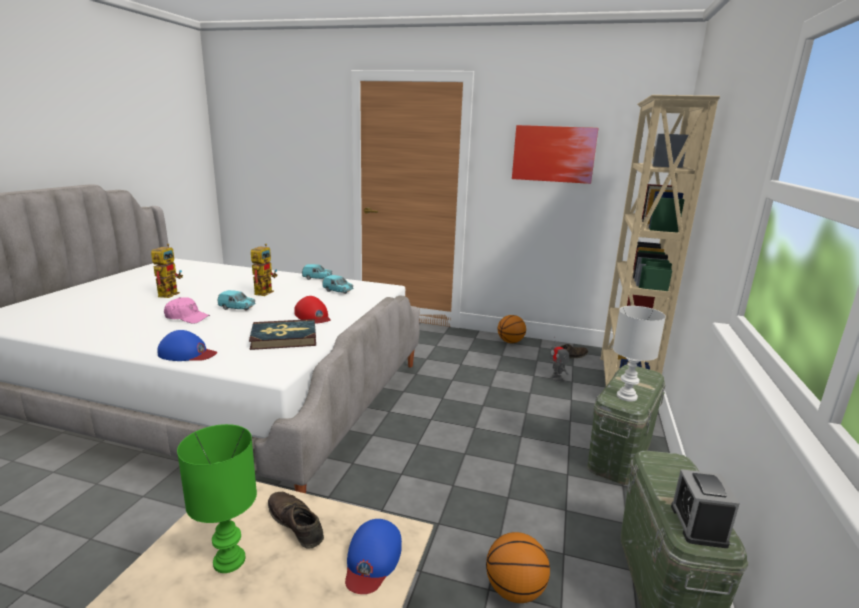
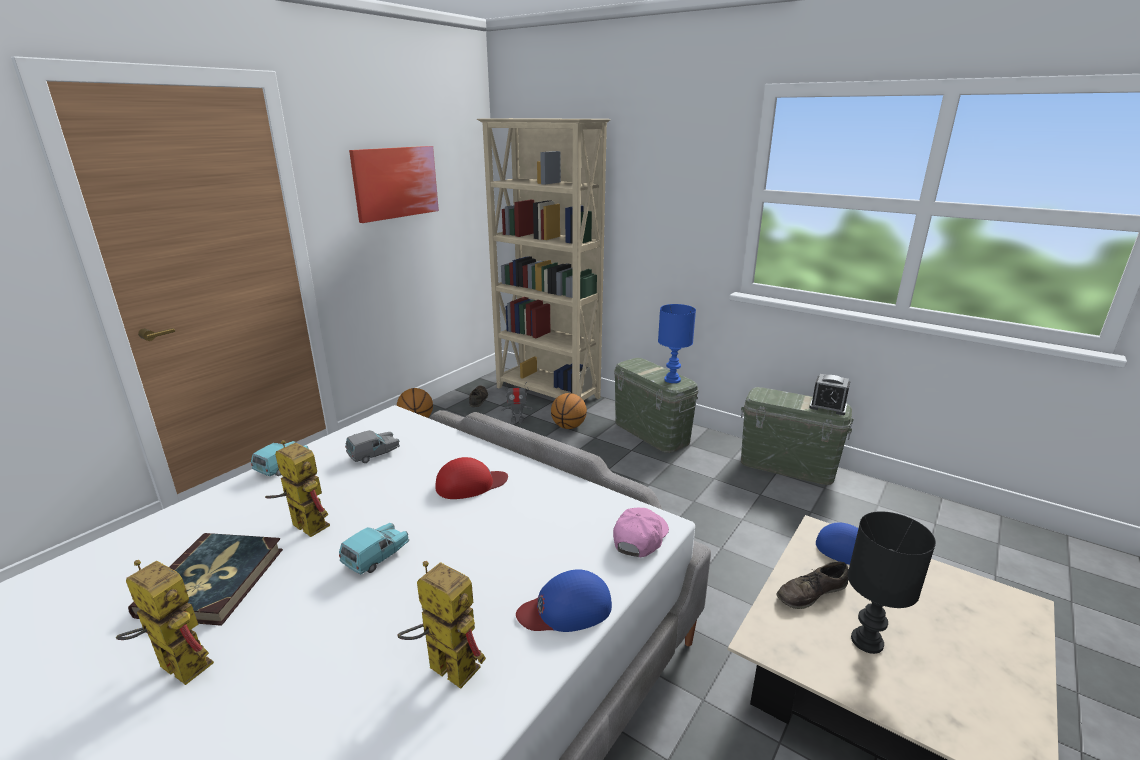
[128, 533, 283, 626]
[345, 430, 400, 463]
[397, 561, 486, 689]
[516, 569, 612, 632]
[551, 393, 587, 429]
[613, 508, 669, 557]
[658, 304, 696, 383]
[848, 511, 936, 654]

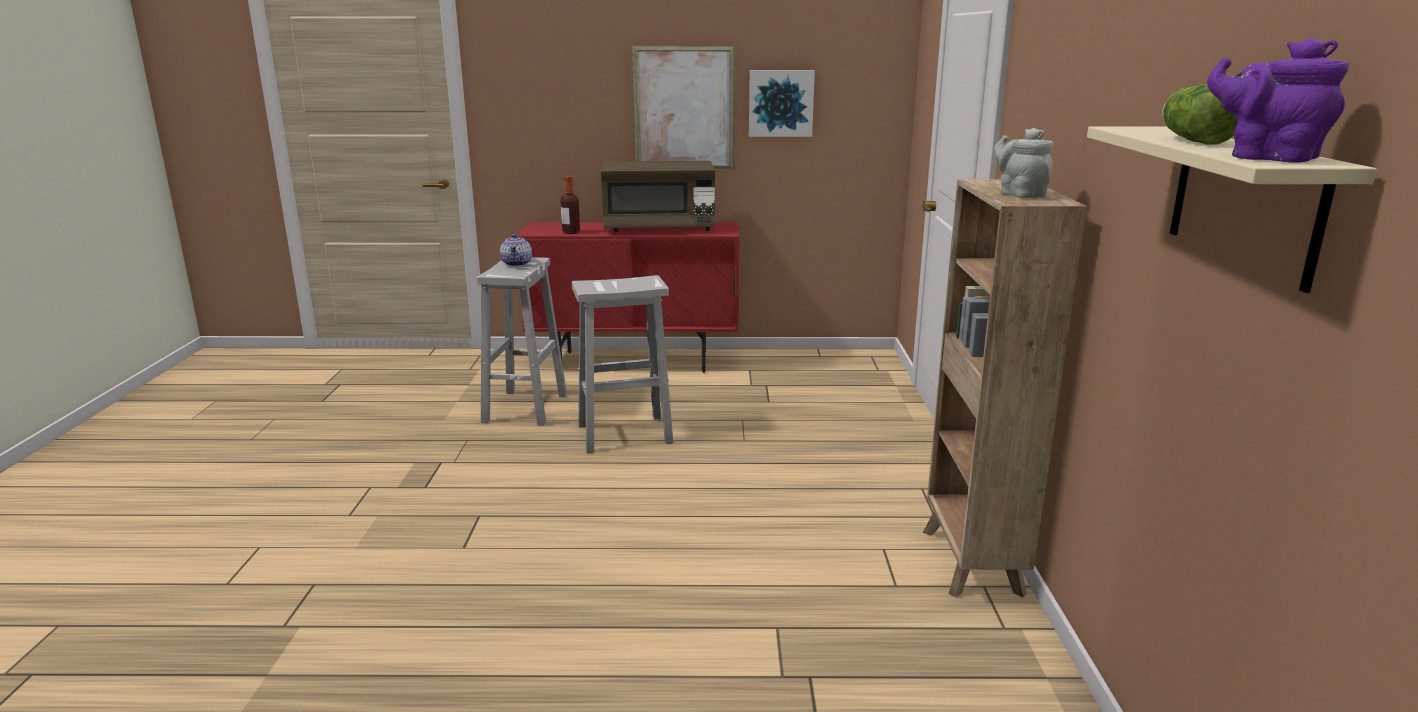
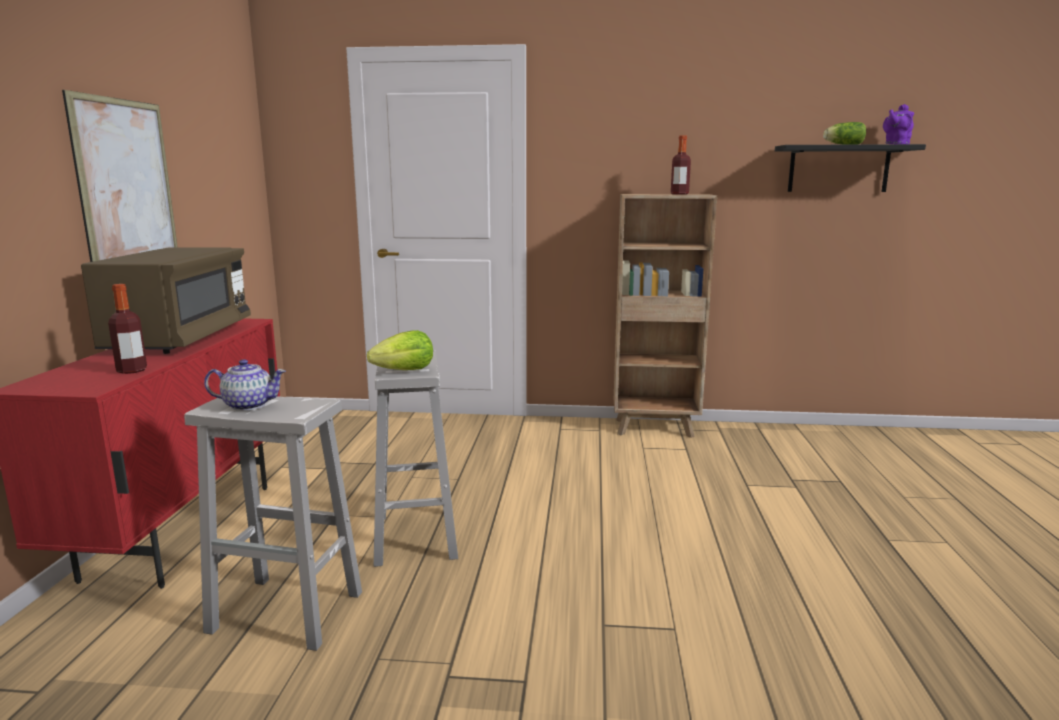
[367, 330, 433, 370]
[671, 135, 691, 195]
[775, 144, 926, 192]
[749, 70, 815, 137] (first image)

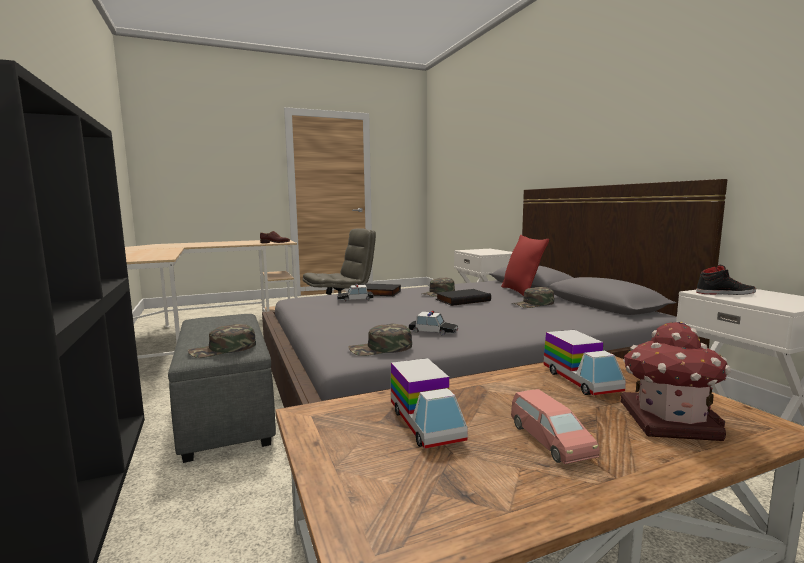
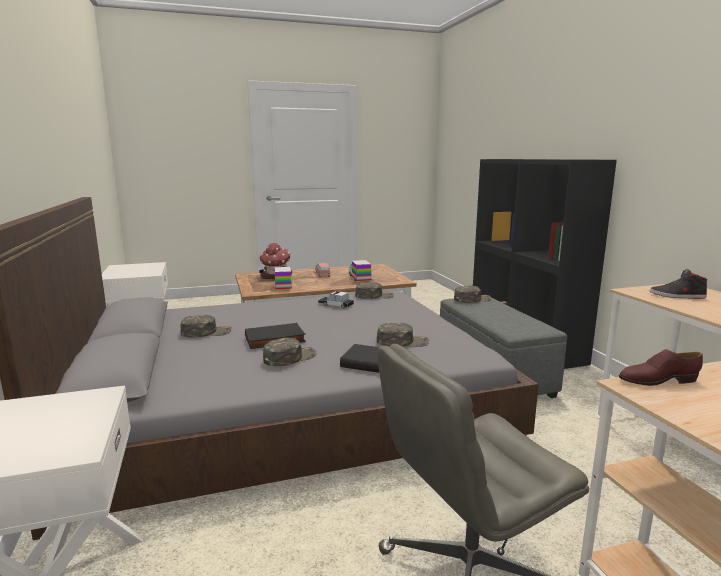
[377, 323, 429, 347]
[650, 269, 707, 299]
[501, 235, 549, 296] (first image)

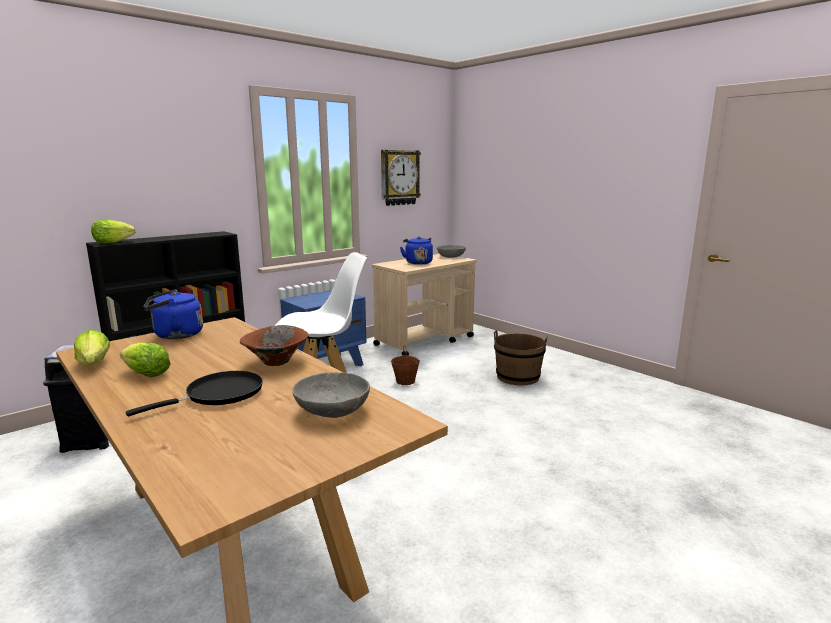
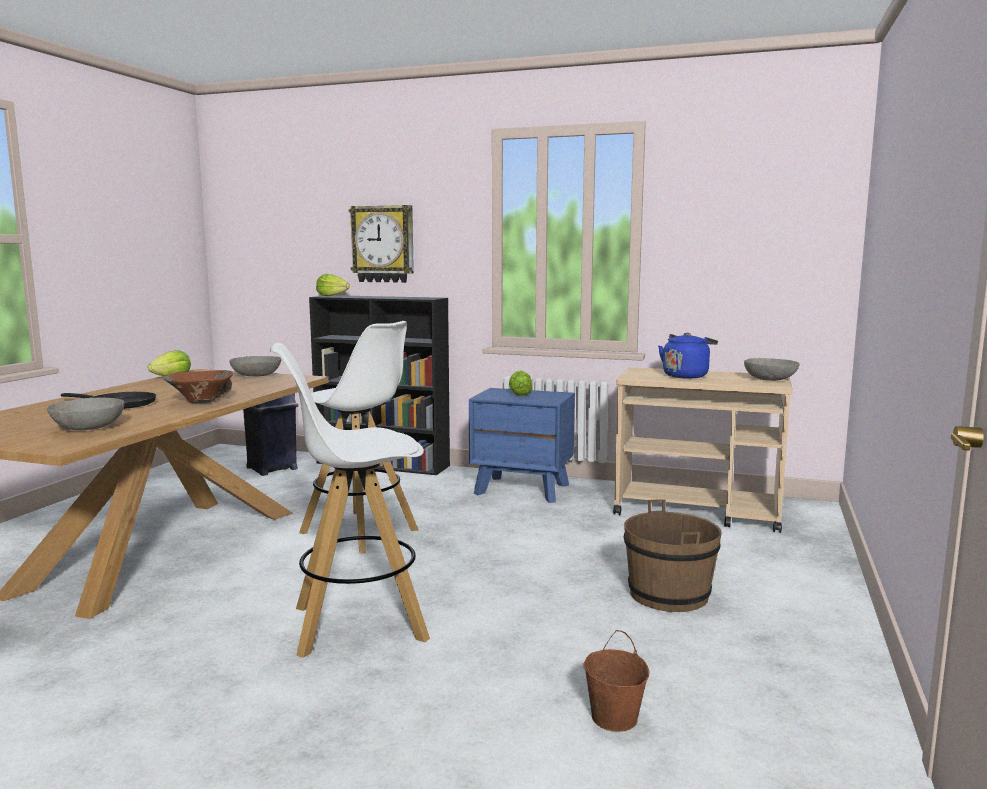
[229, 356, 281, 377]
[270, 343, 430, 658]
[349, 205, 414, 283]
[509, 370, 532, 396]
[583, 630, 650, 732]

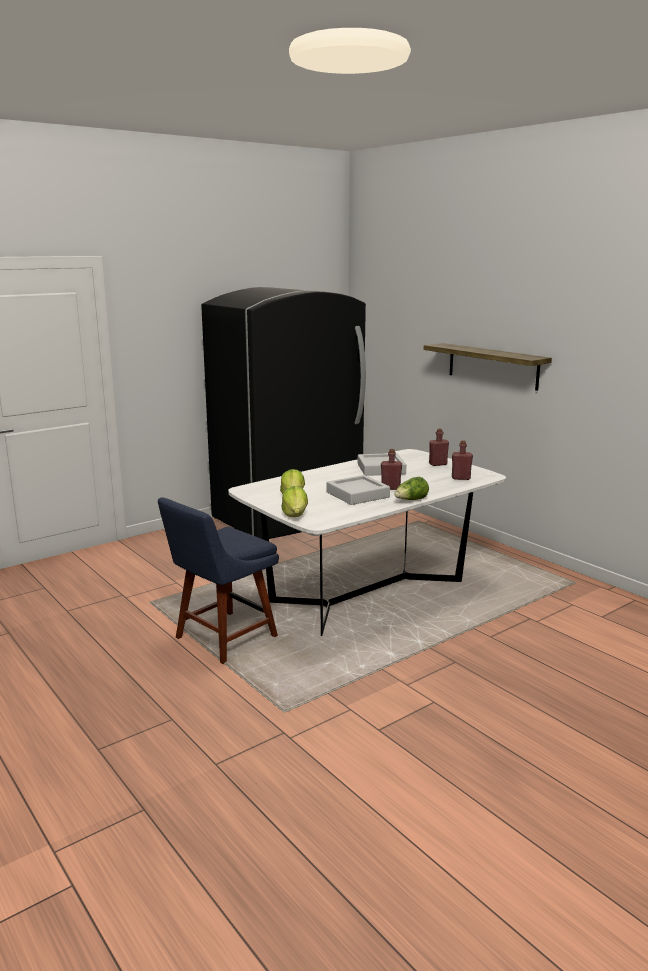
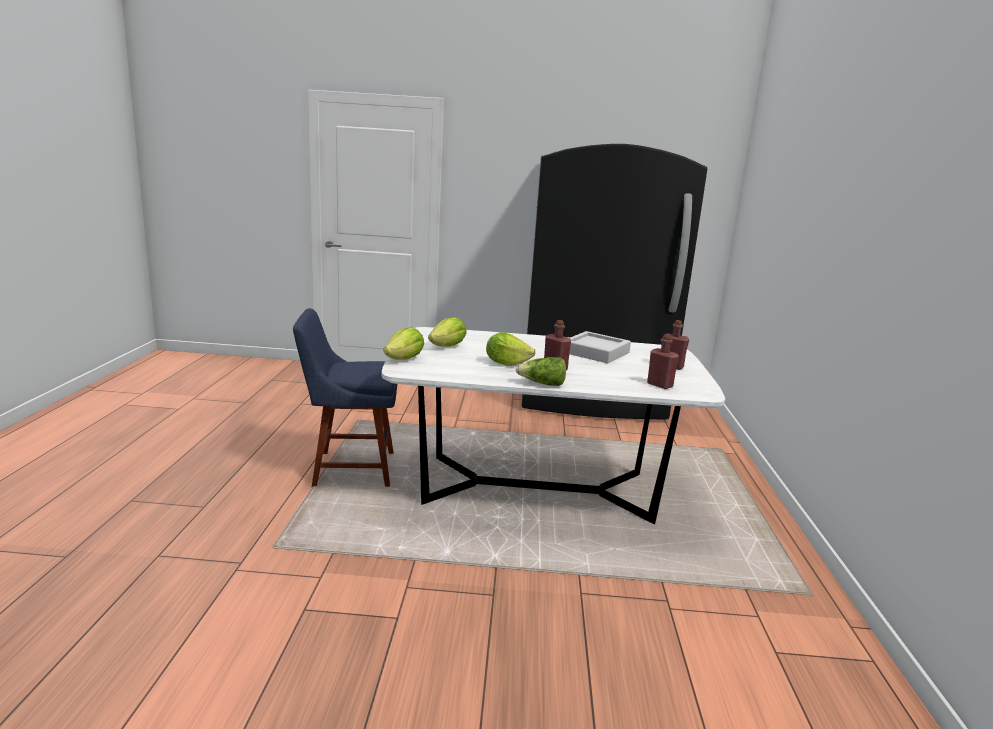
[486, 332, 536, 366]
[424, 343, 552, 391] (first image)

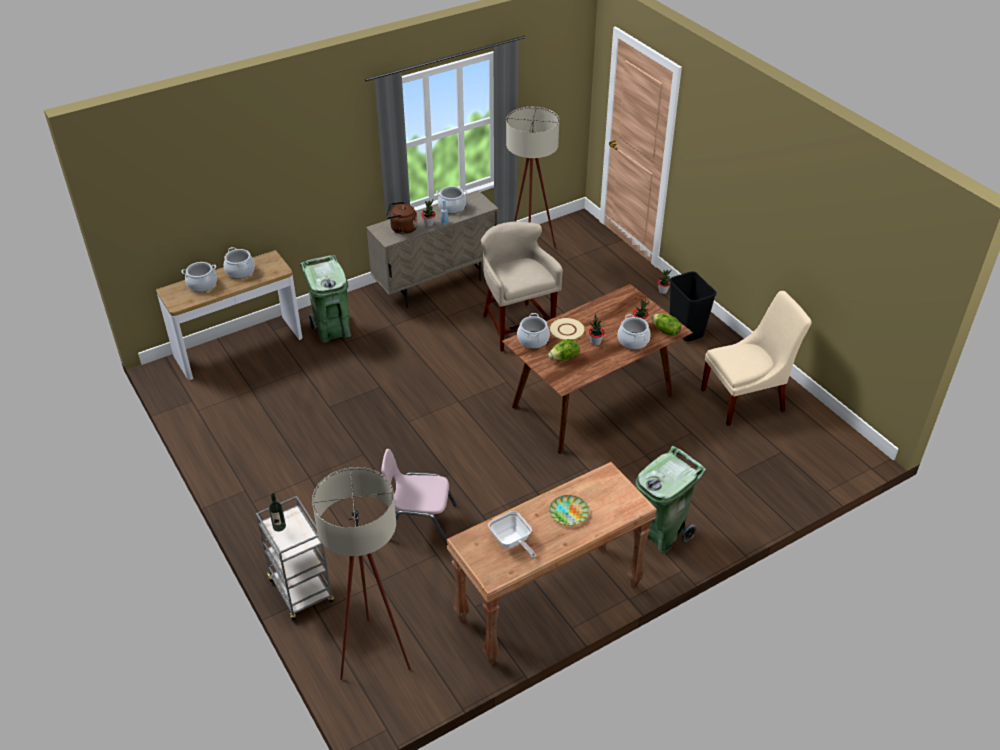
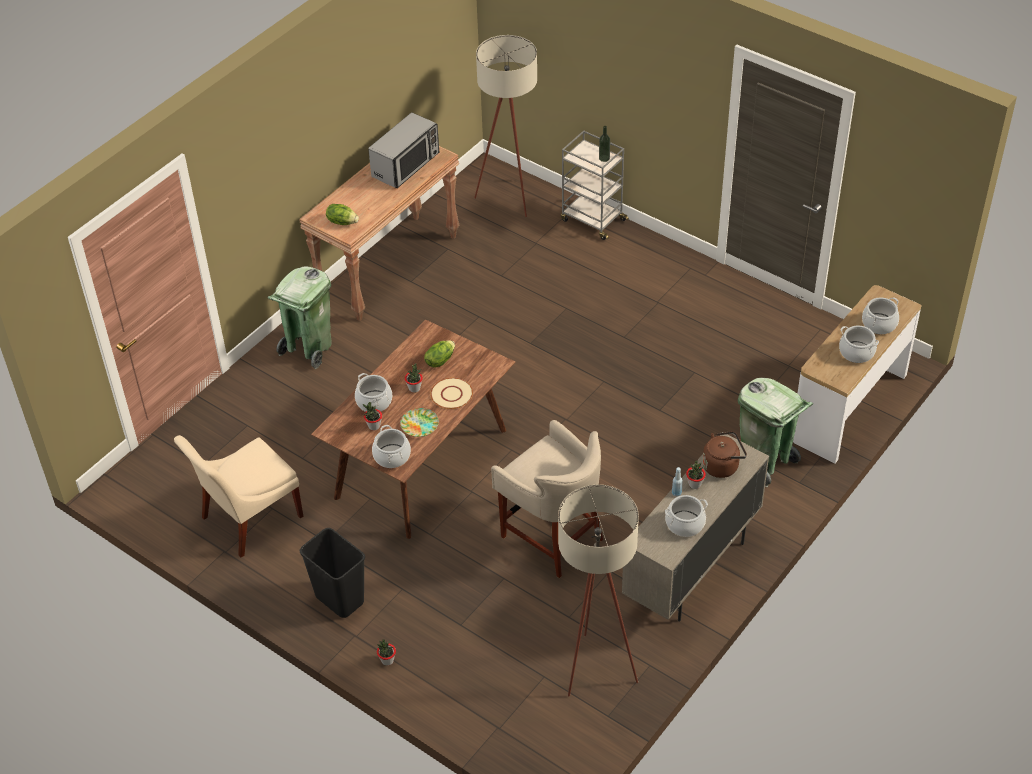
[326, 204, 359, 225]
[368, 112, 439, 188]
[372, 425, 411, 468]
[400, 408, 439, 437]
[381, 449, 457, 545] (first image)

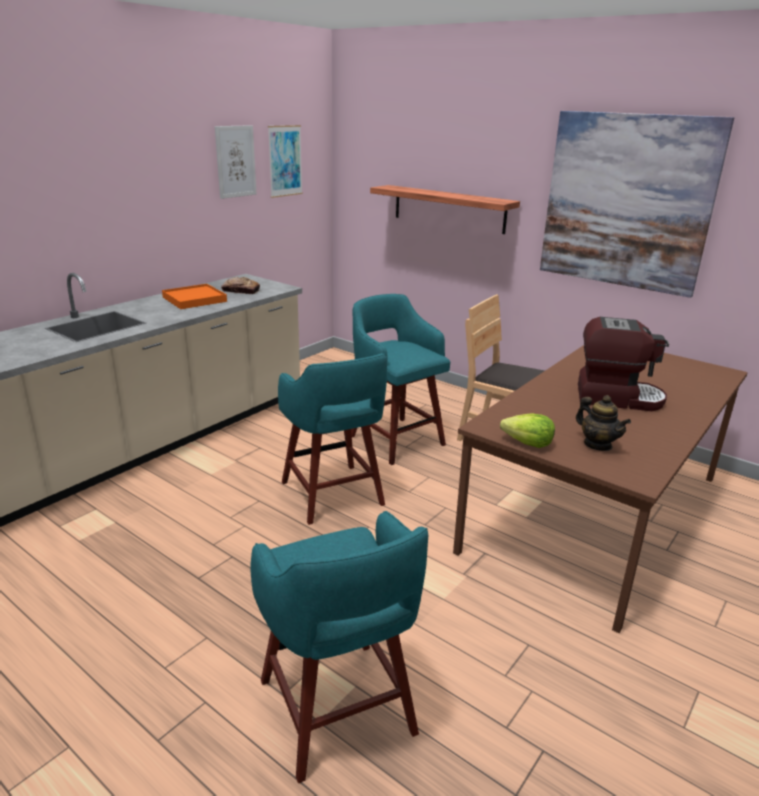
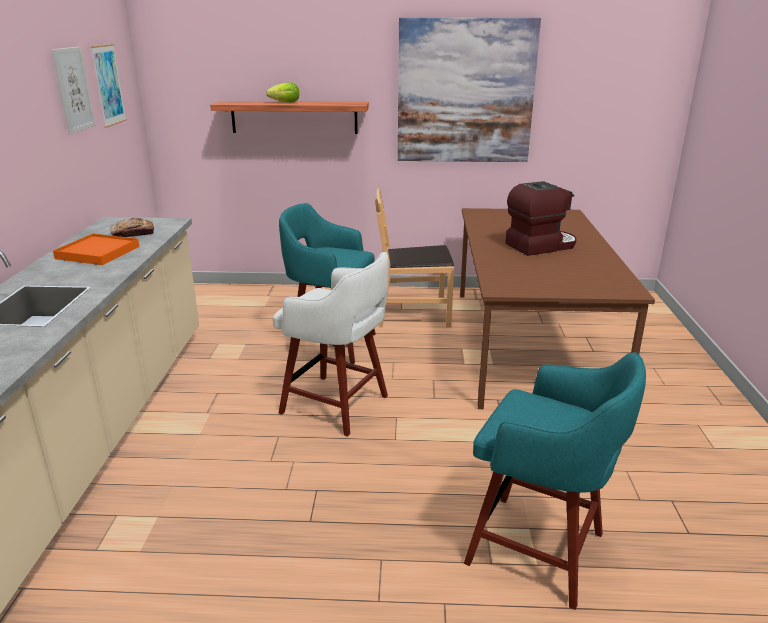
[266, 82, 299, 103]
[273, 252, 389, 436]
[576, 395, 631, 451] (first image)

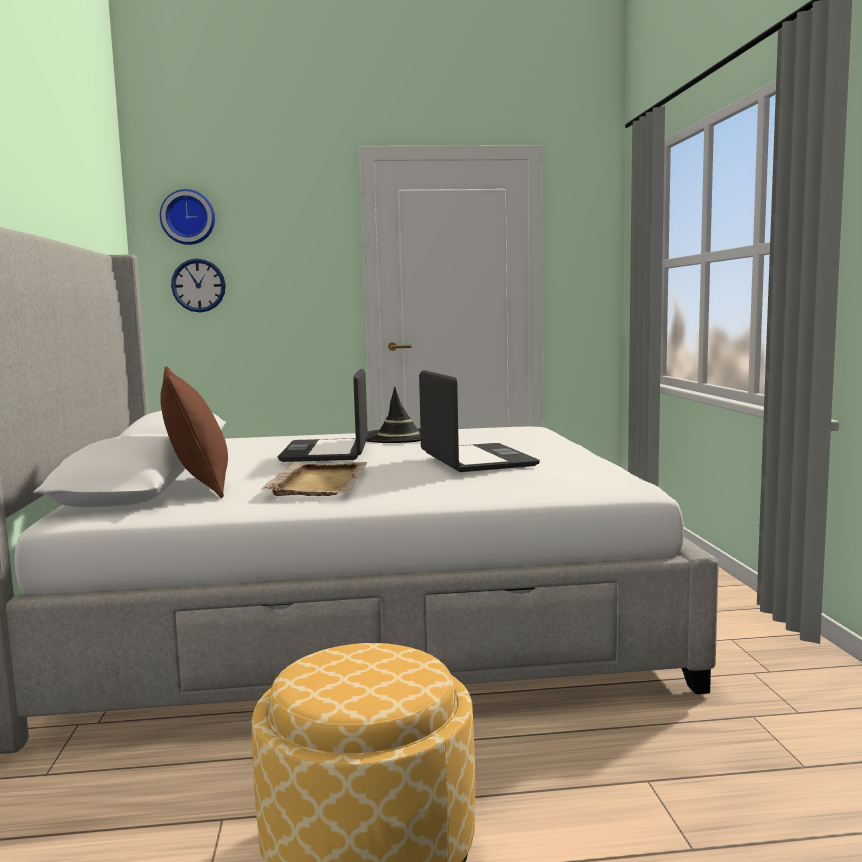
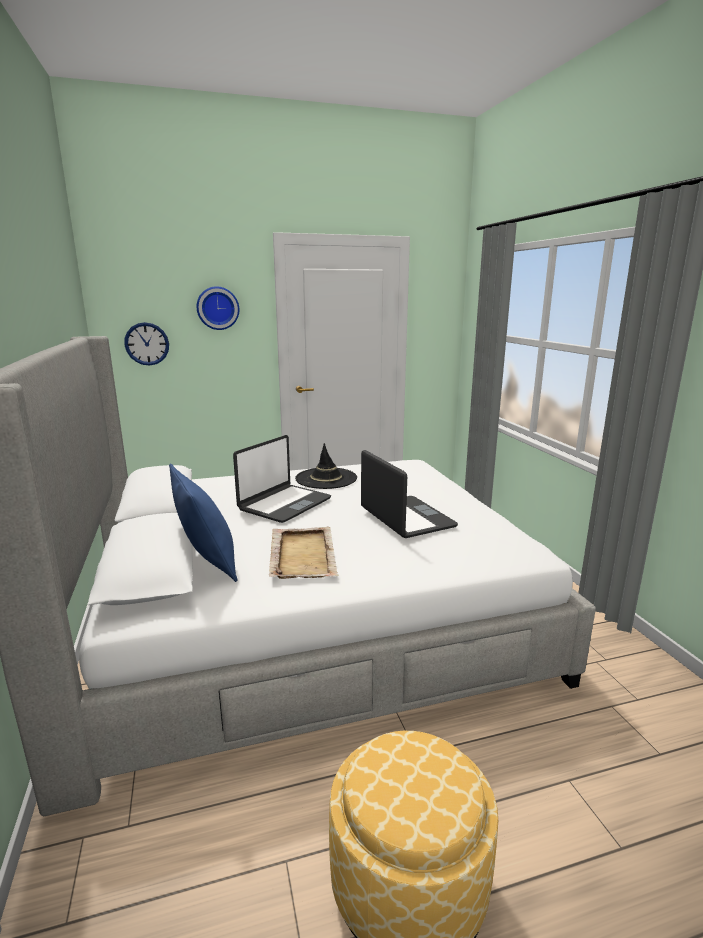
[169, 464, 238, 582]
[197, 286, 239, 330]
[233, 435, 331, 523]

